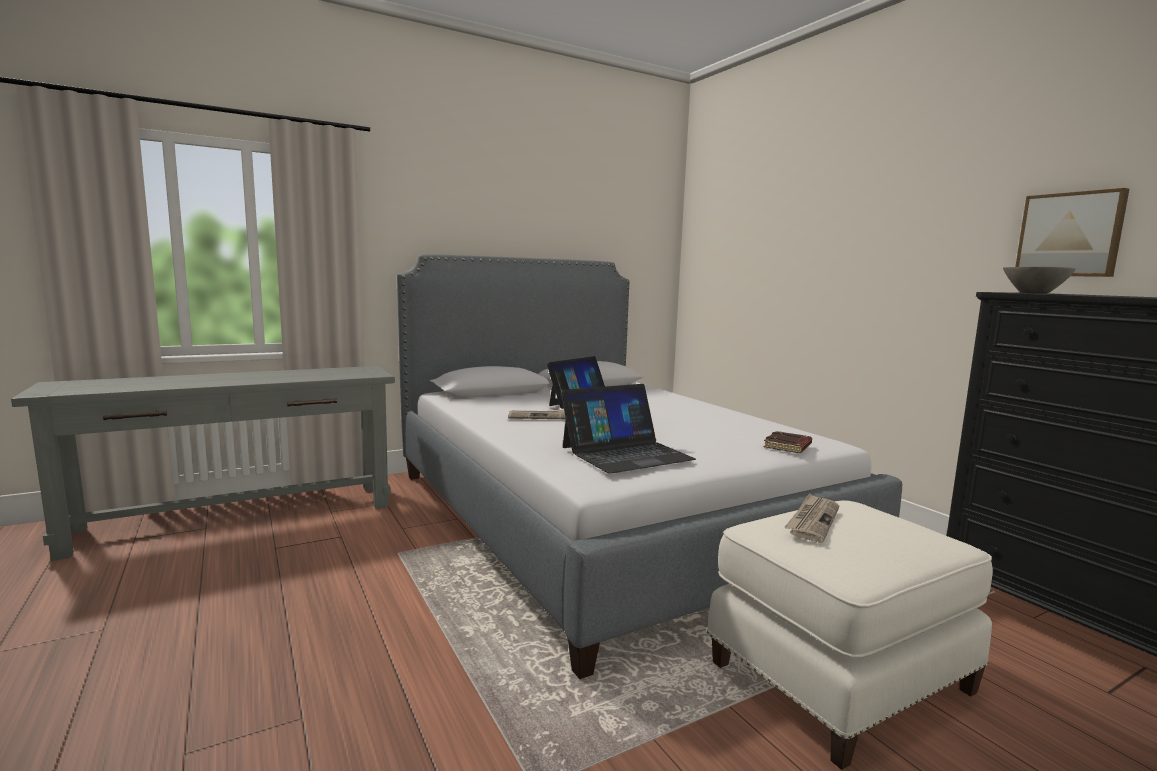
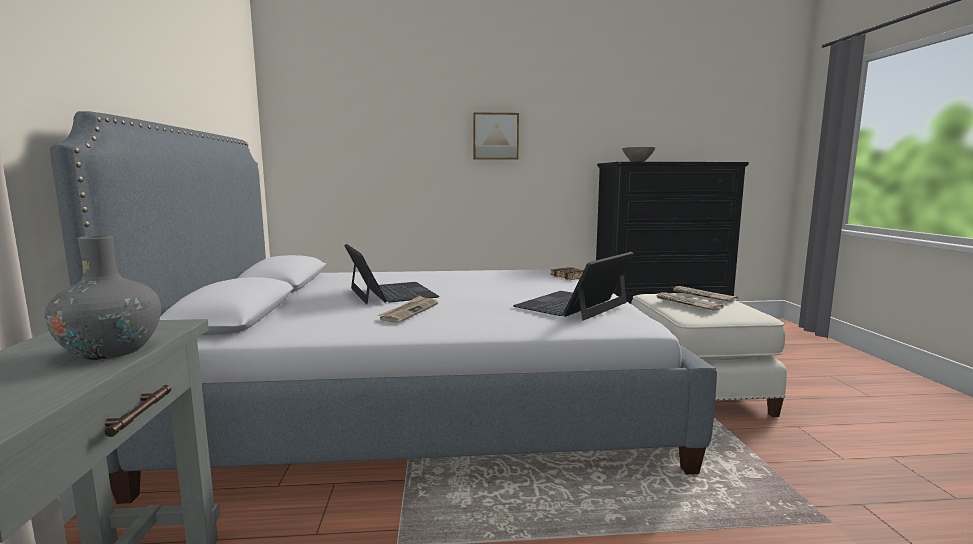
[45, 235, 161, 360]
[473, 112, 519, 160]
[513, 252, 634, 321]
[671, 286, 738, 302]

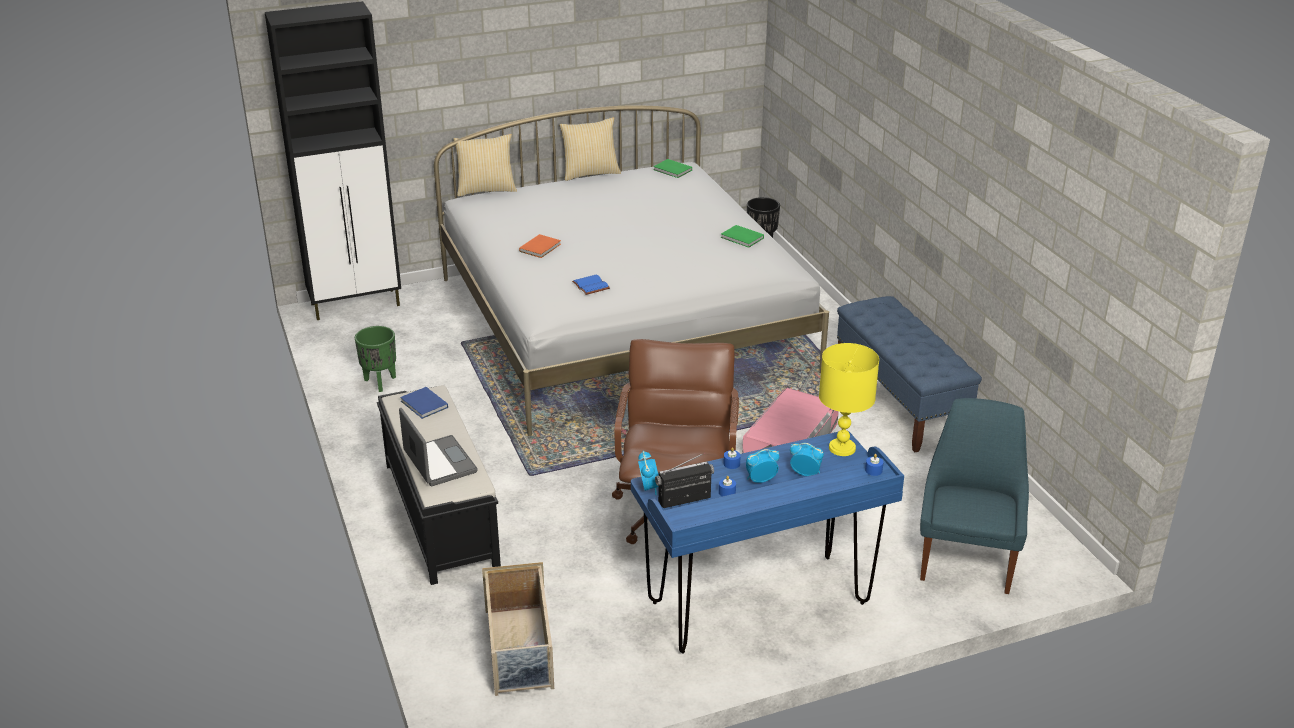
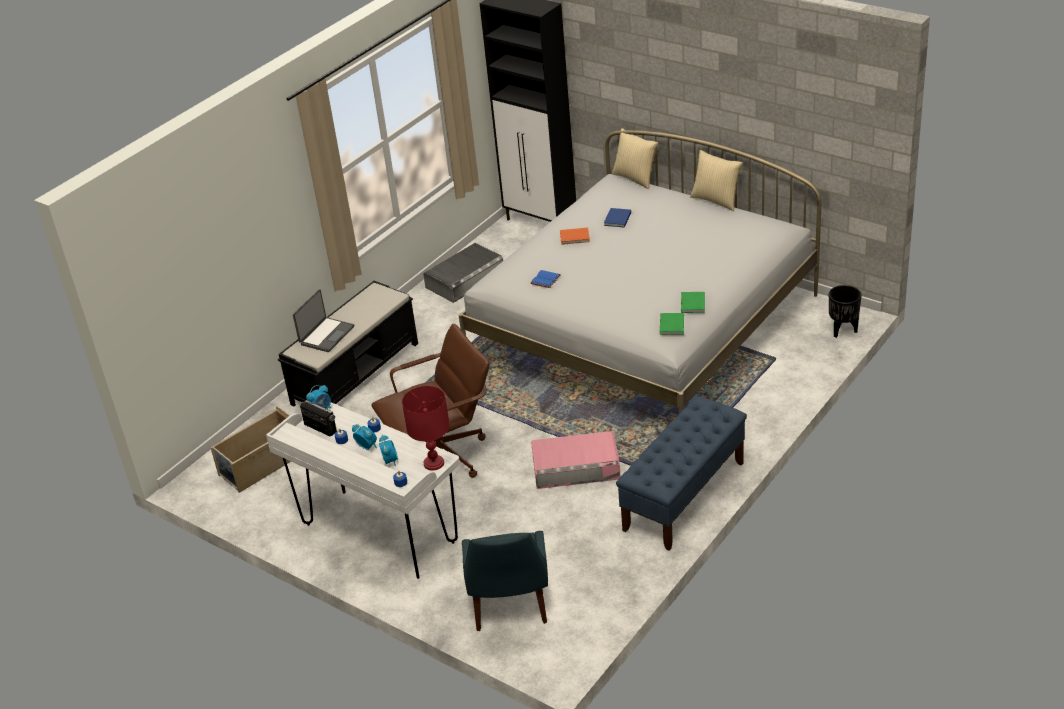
[266, 402, 460, 579]
[402, 386, 450, 471]
[423, 243, 503, 303]
[462, 531, 548, 631]
[604, 208, 631, 228]
[660, 313, 684, 335]

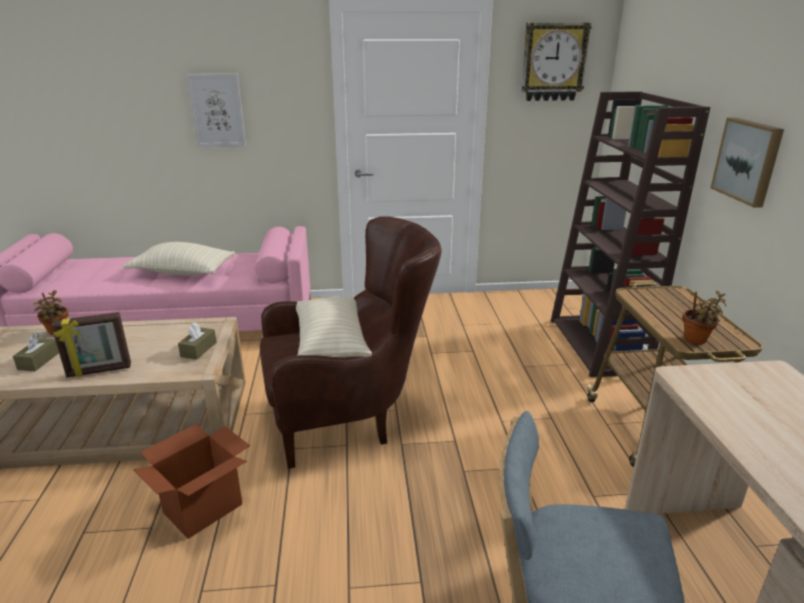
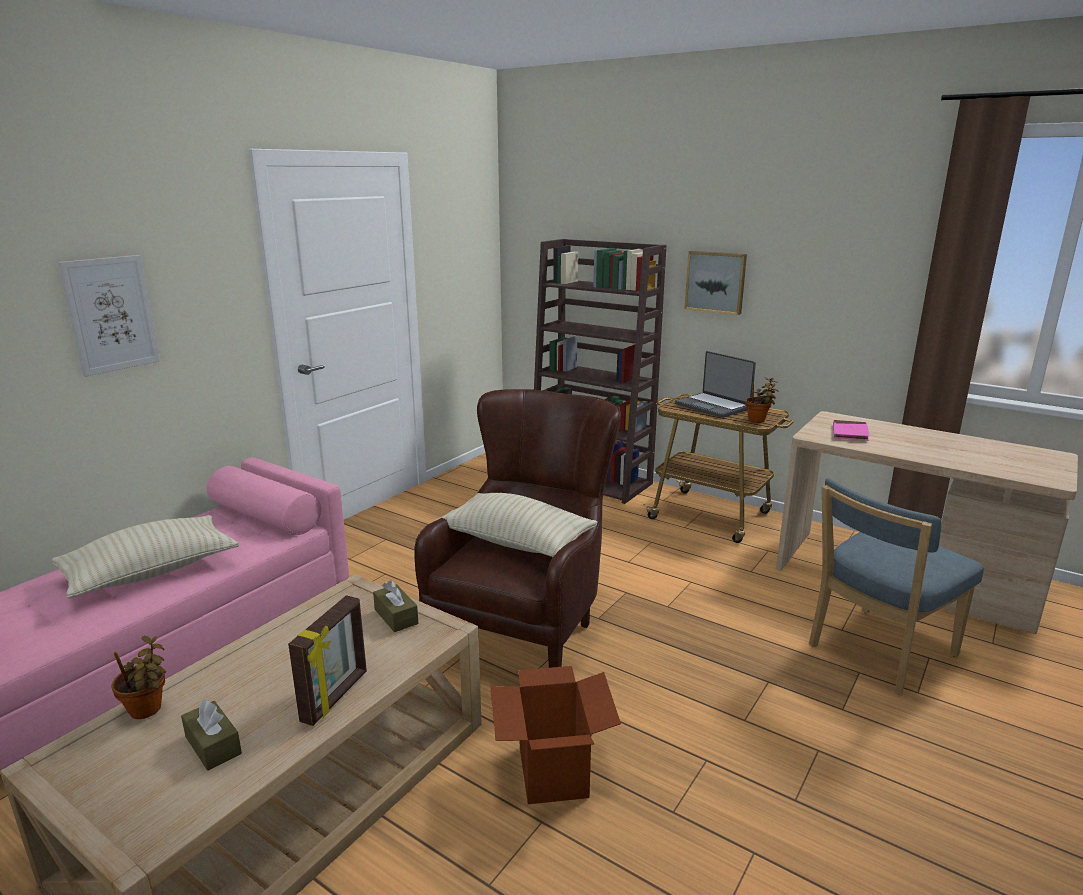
[675, 351, 756, 418]
[833, 420, 870, 441]
[521, 23, 592, 101] (first image)

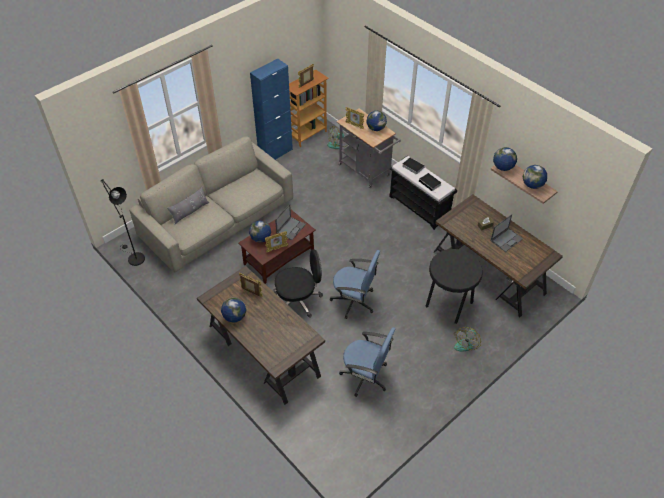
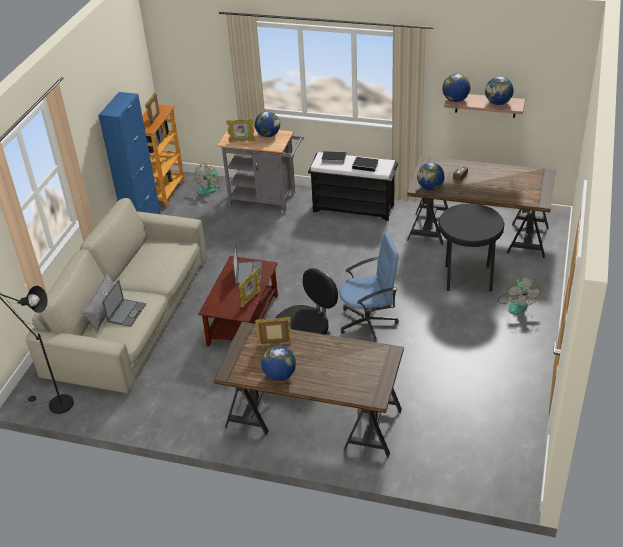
[102, 279, 146, 327]
[417, 163, 445, 190]
[339, 327, 396, 397] (first image)

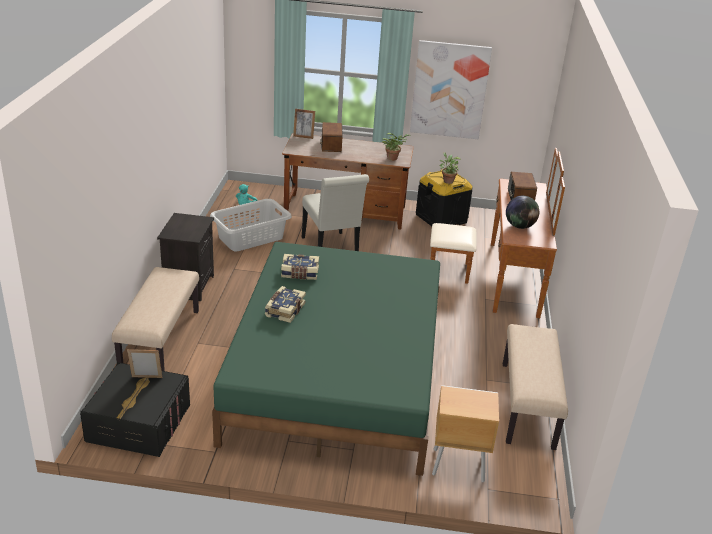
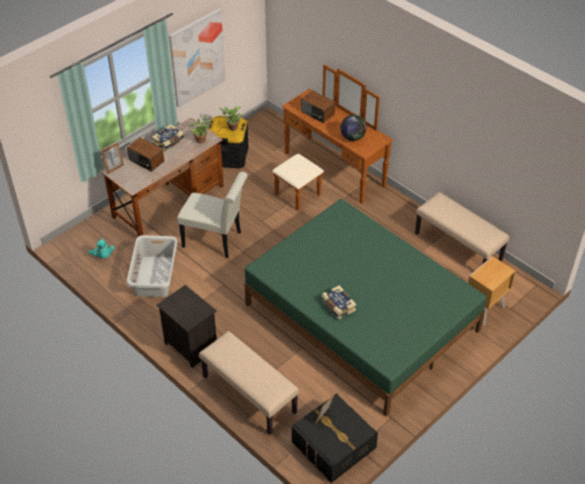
[152, 124, 184, 151]

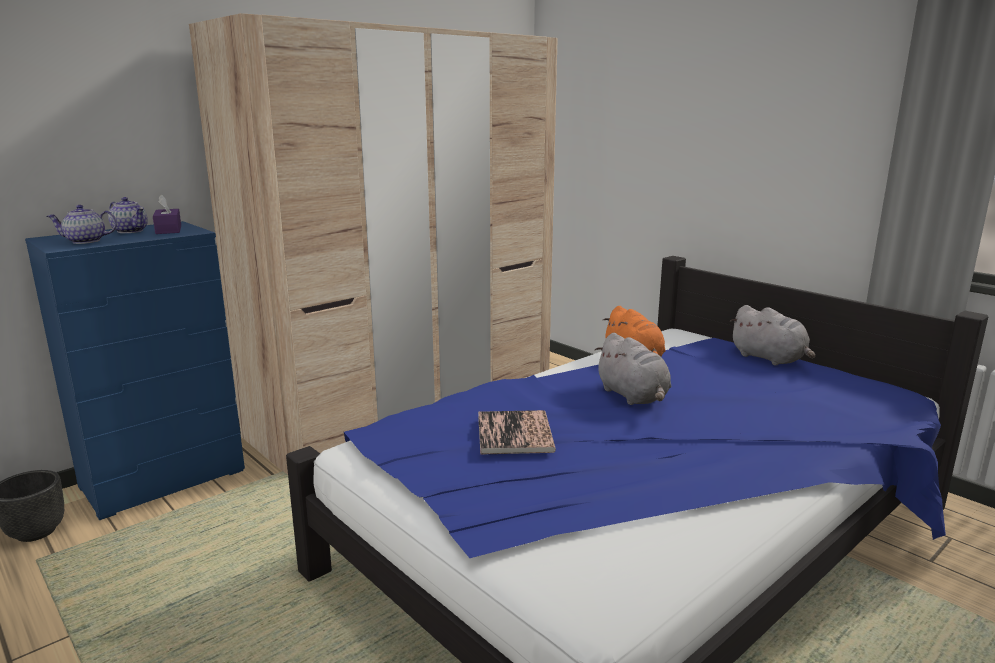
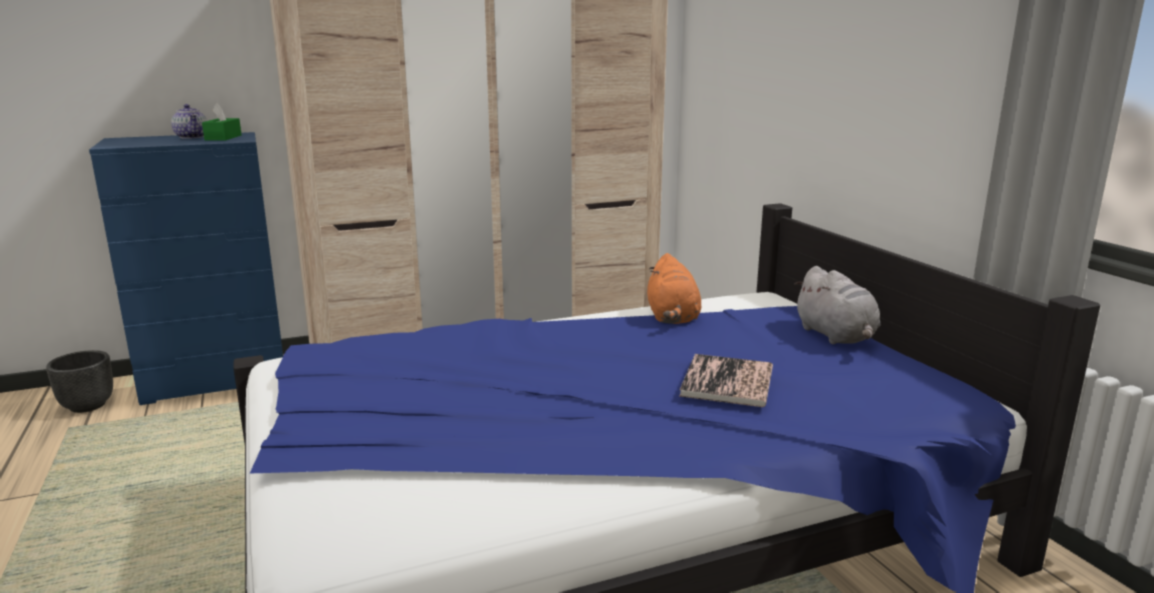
[202, 103, 242, 140]
[679, 354, 773, 407]
[47, 205, 117, 244] (first image)
[595, 333, 671, 405] (first image)

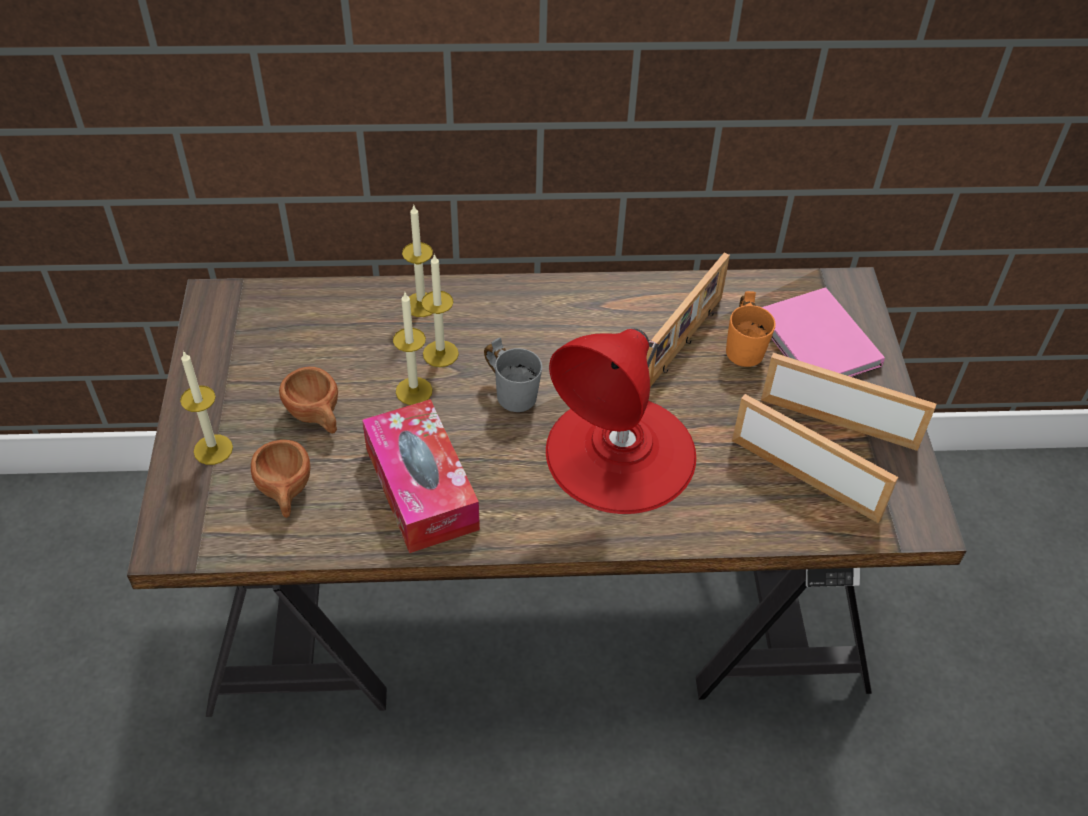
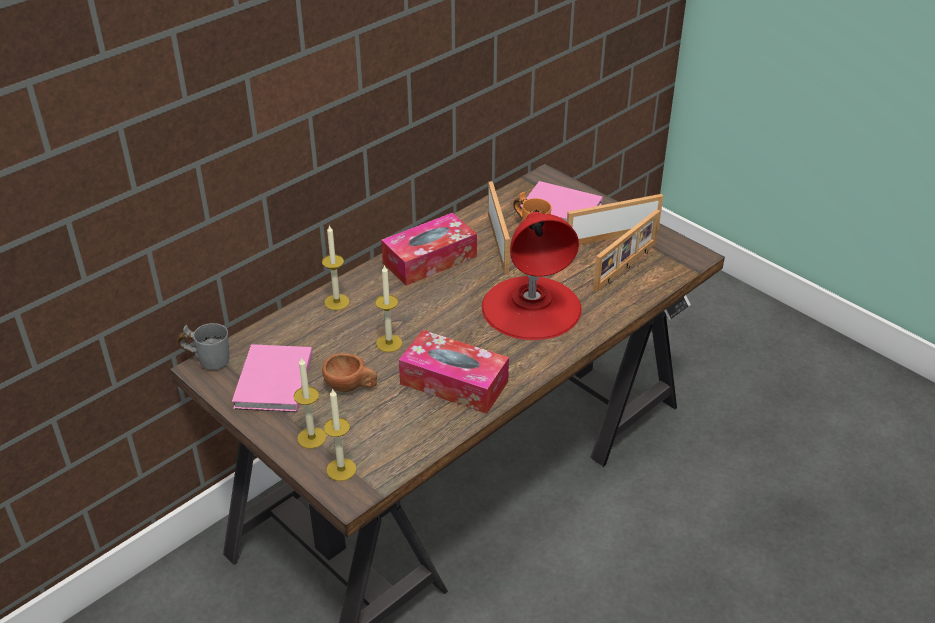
[177, 323, 229, 370]
[232, 344, 313, 412]
[324, 388, 356, 481]
[381, 213, 477, 286]
[593, 209, 660, 292]
[251, 440, 311, 518] (first image)

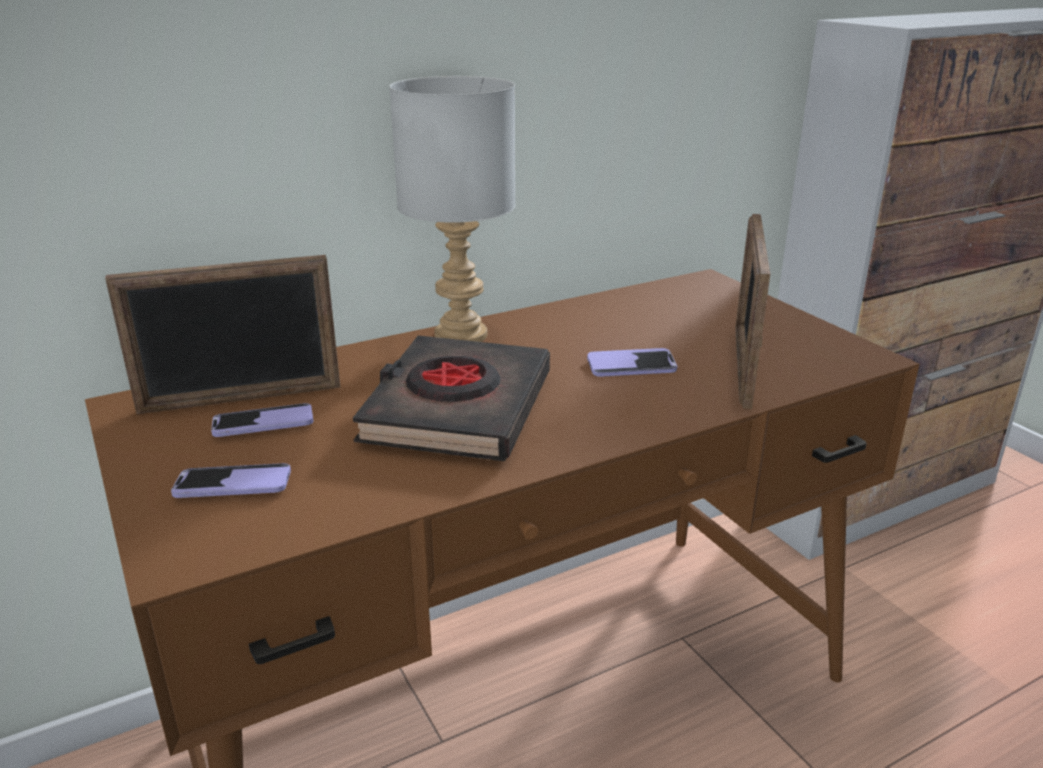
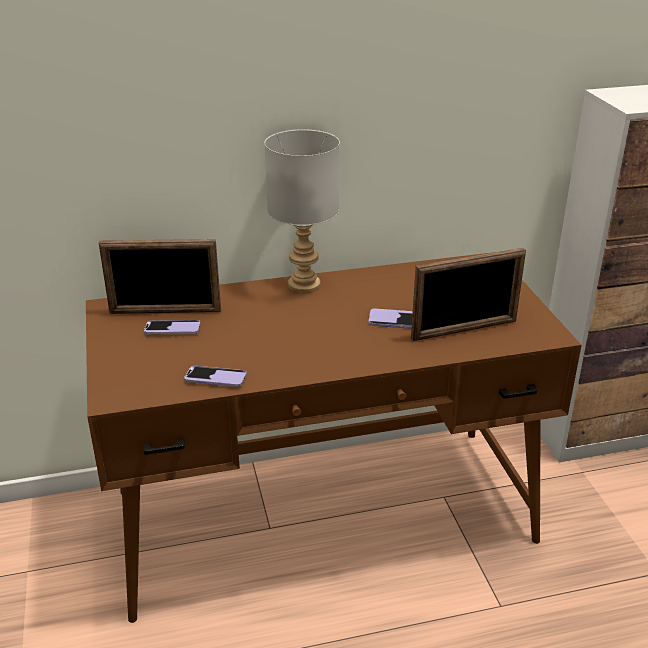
[184, 366, 247, 387]
[411, 248, 526, 341]
[353, 335, 550, 461] (first image)

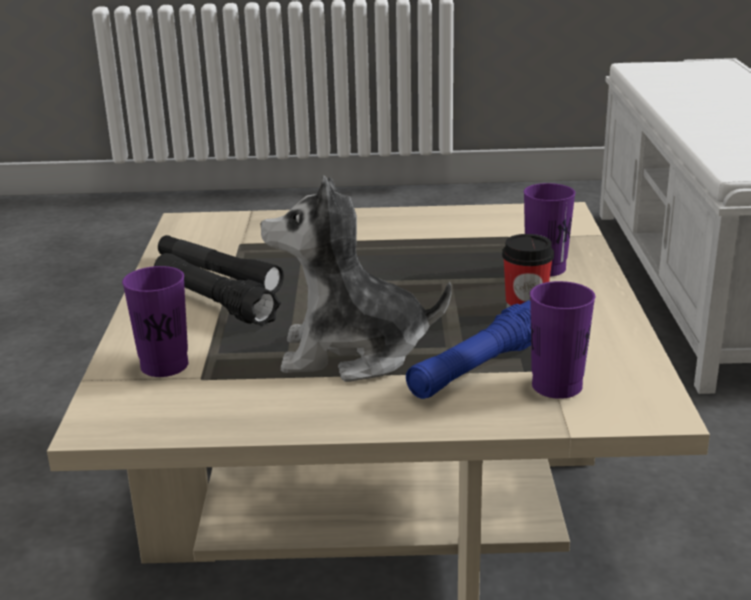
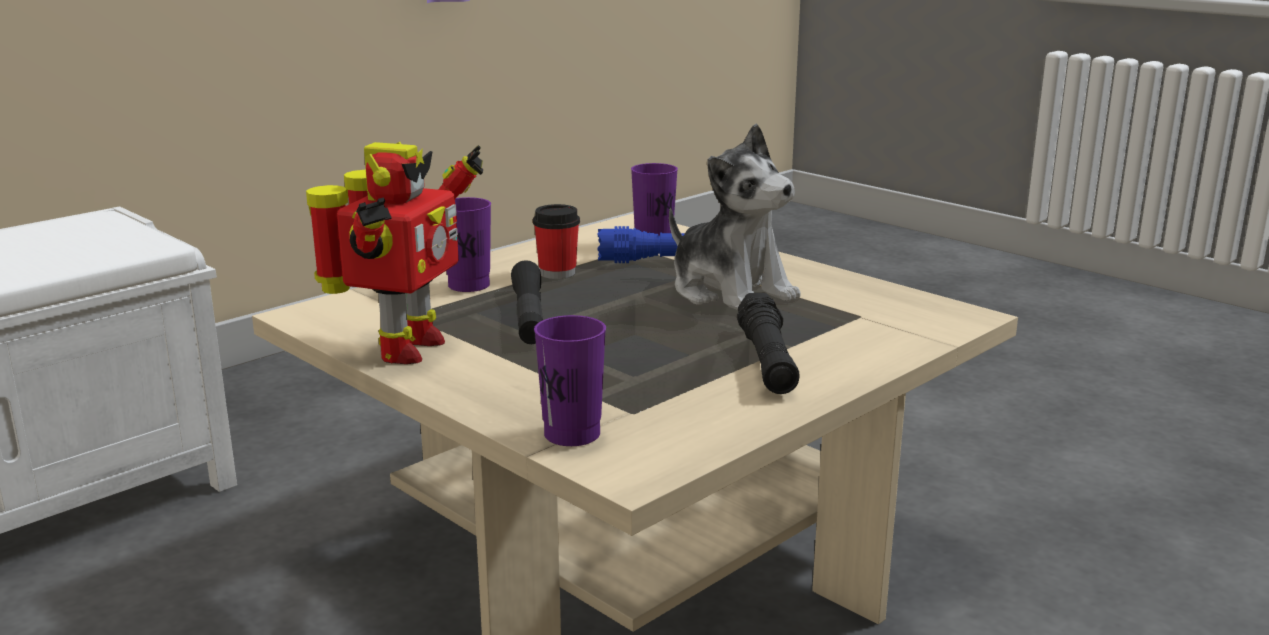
[306, 142, 483, 364]
[511, 260, 543, 344]
[534, 315, 606, 446]

